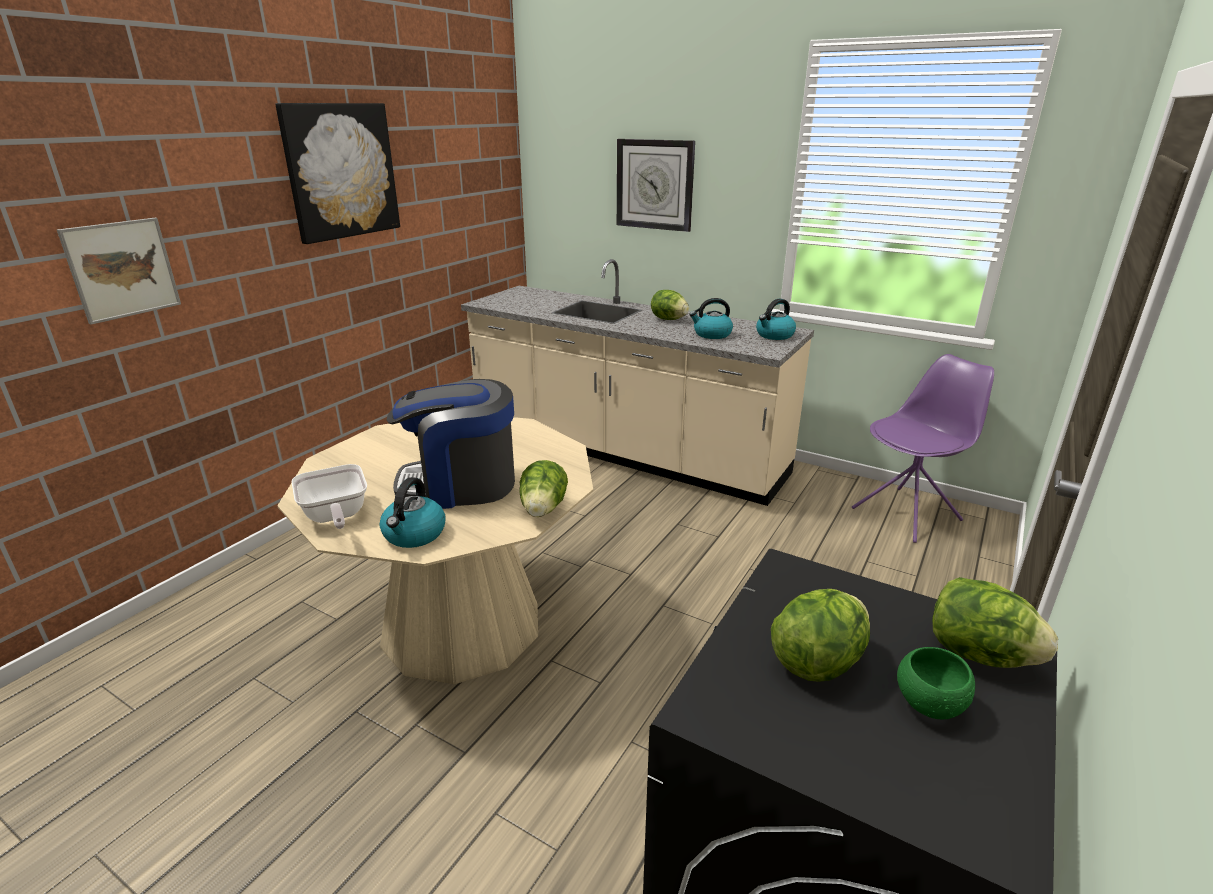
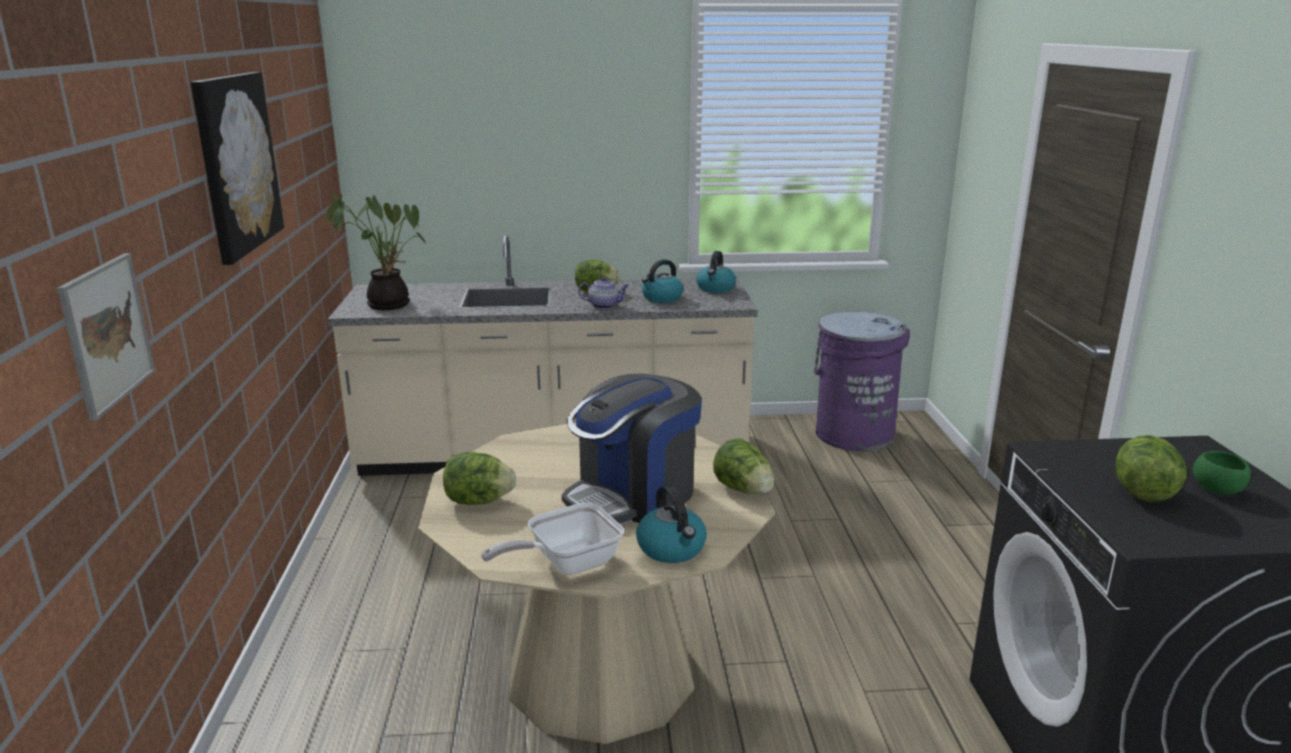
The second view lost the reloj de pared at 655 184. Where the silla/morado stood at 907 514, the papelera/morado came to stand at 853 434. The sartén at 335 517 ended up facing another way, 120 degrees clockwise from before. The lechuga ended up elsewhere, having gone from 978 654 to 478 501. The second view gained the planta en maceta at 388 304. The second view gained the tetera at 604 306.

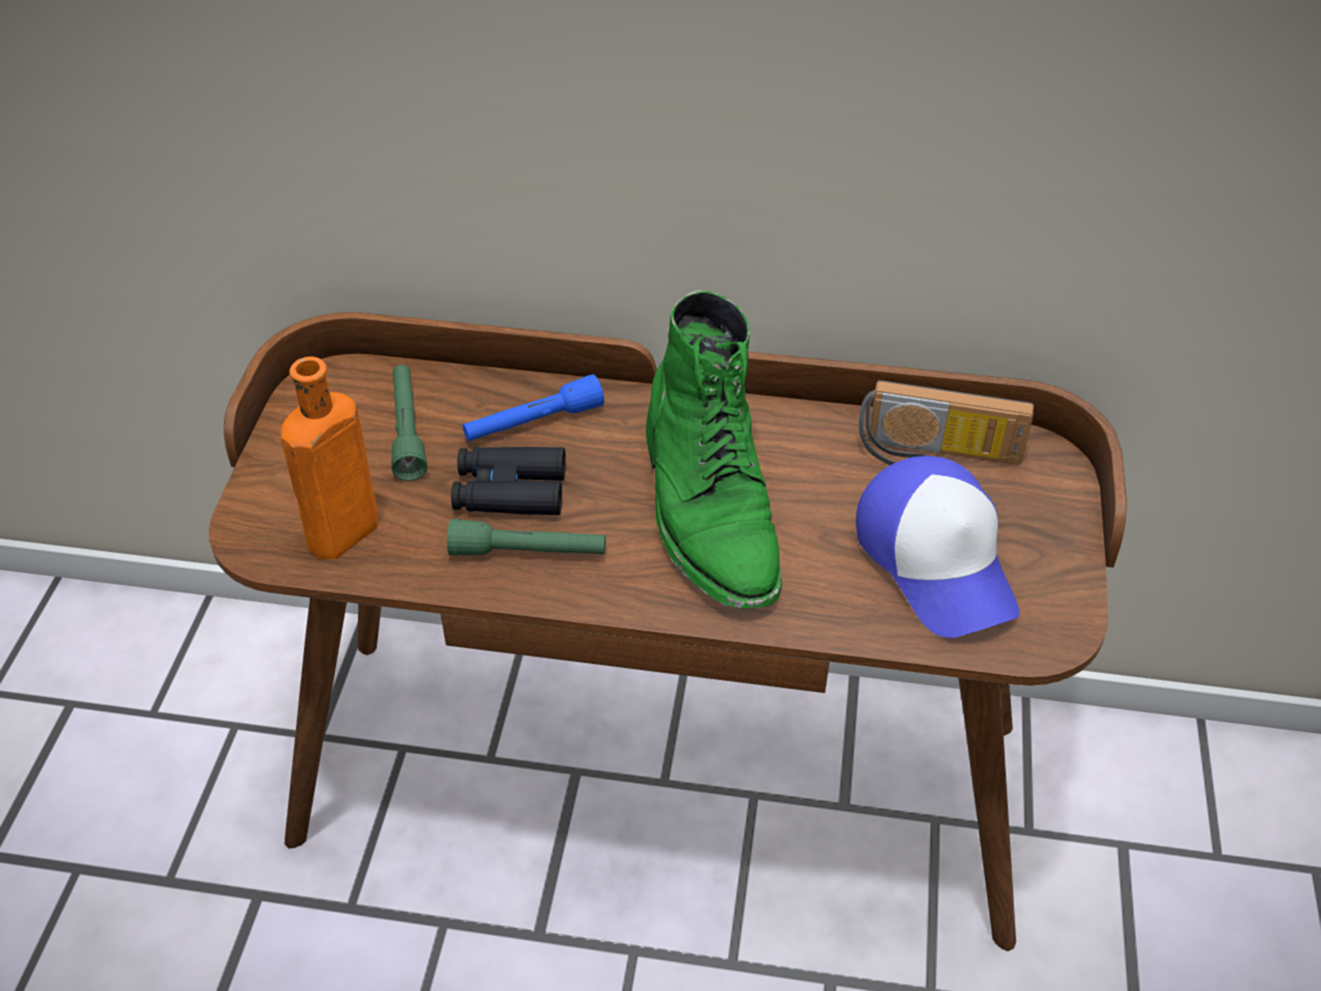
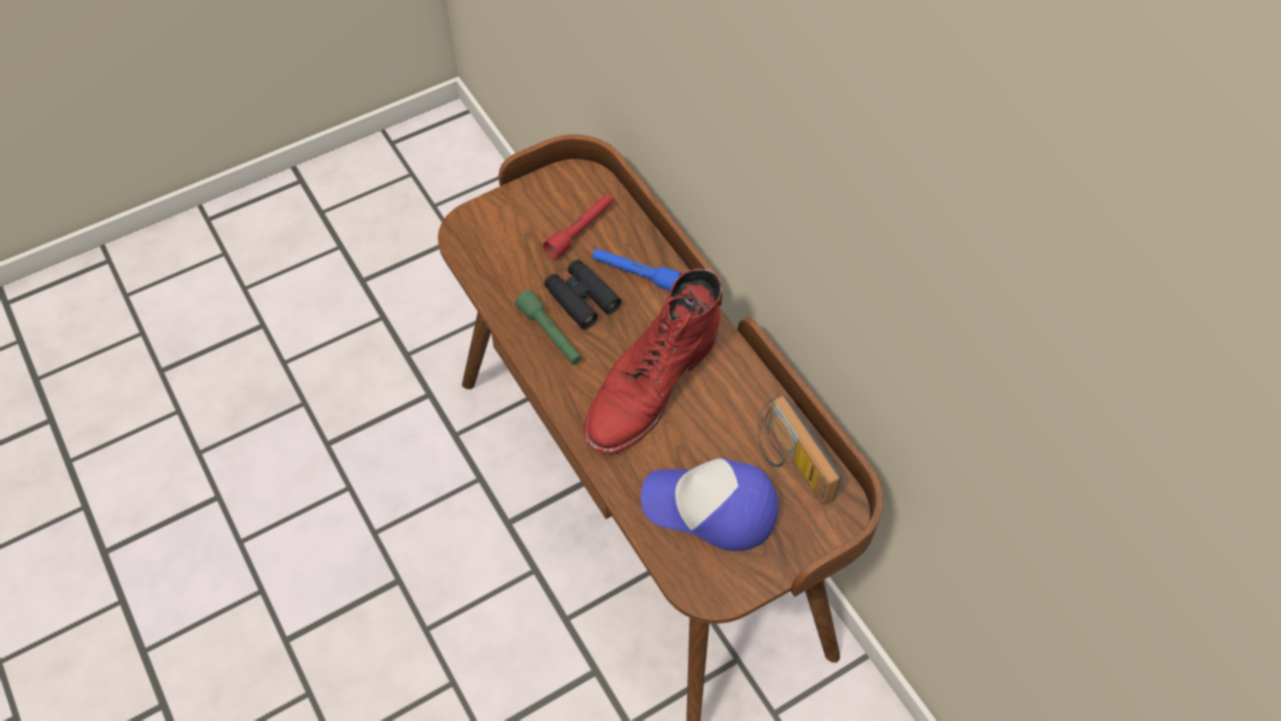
What was the bota/verde at 709 507 turned into the bota/rojo at 650 386. The second view lost the botella/naranja at 339 536. What was the linterna/verde at 407 430 turned into the linterna/rojo at 580 230. The gorra at 937 560 ended up facing another way, 75 degrees clockwise from before.

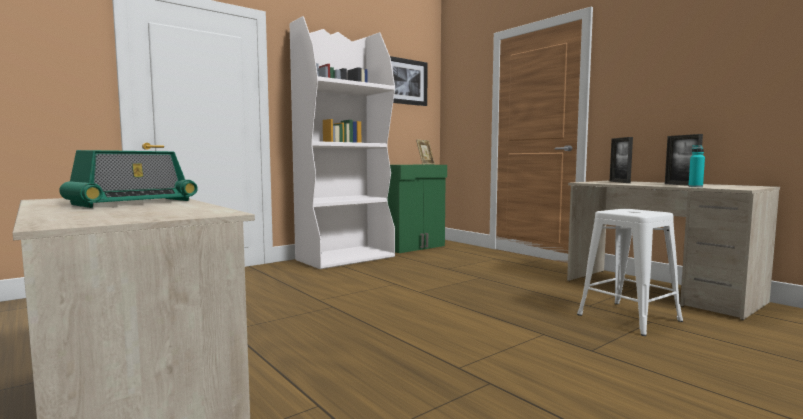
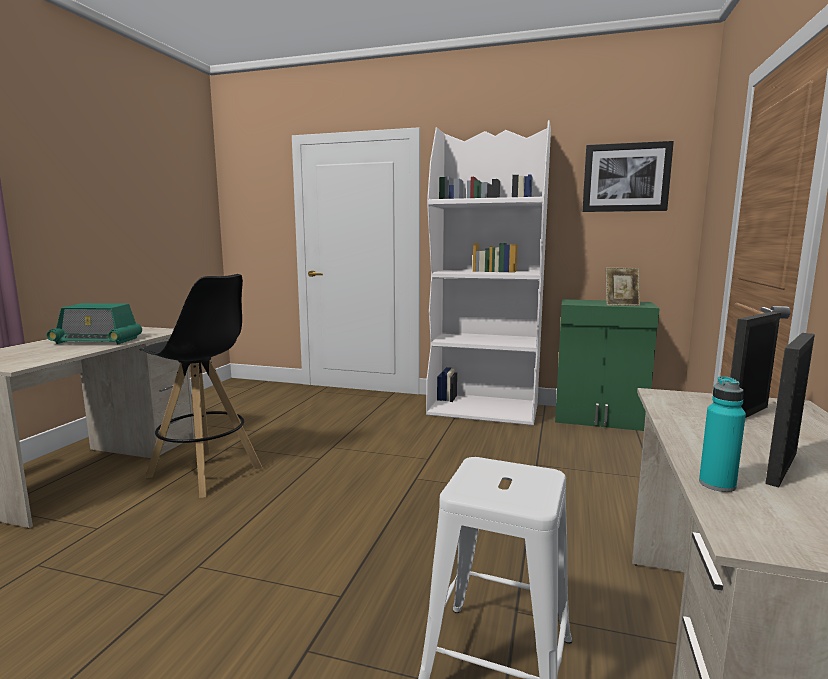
The second view gained the taburete/negro at 206 472.

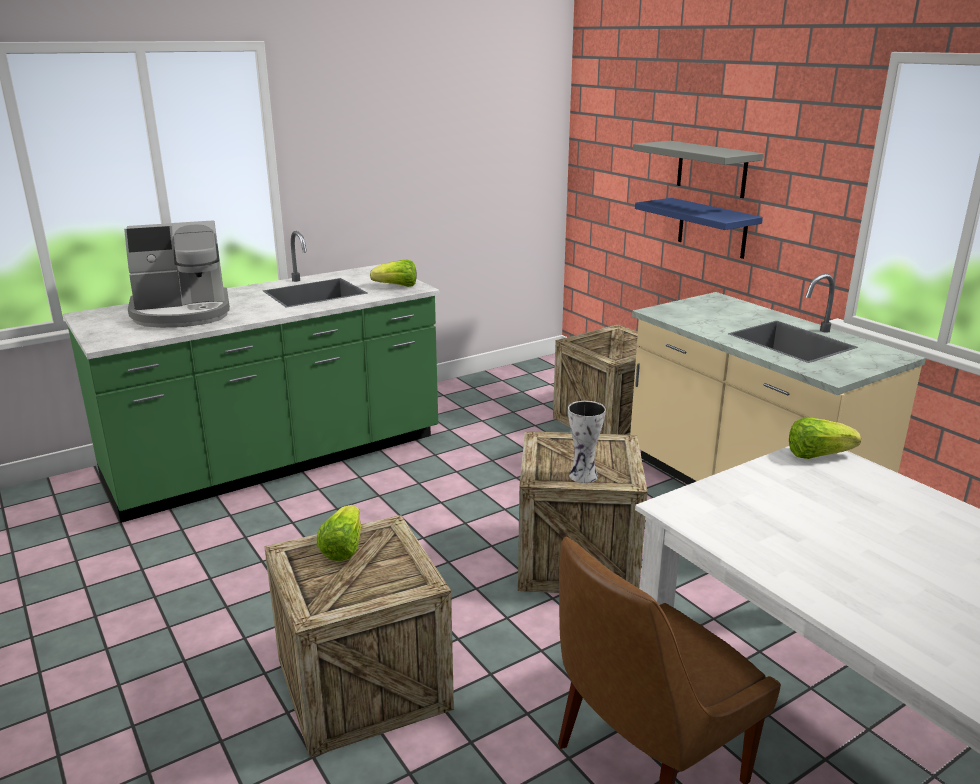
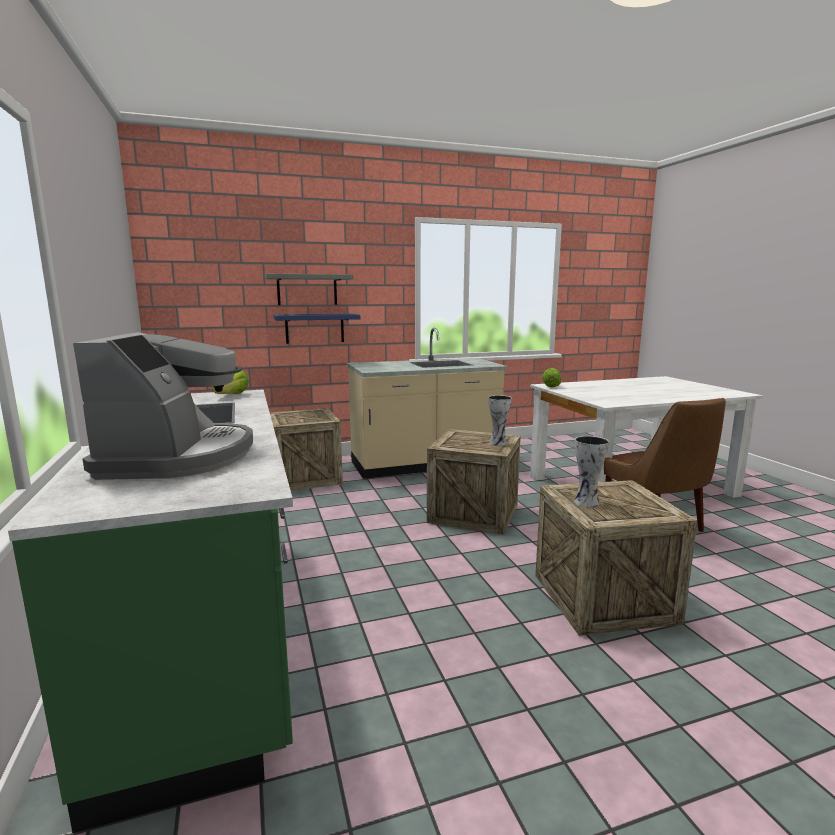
Where the lechuga stood at 343 547, the florero came to stand at 587 503.

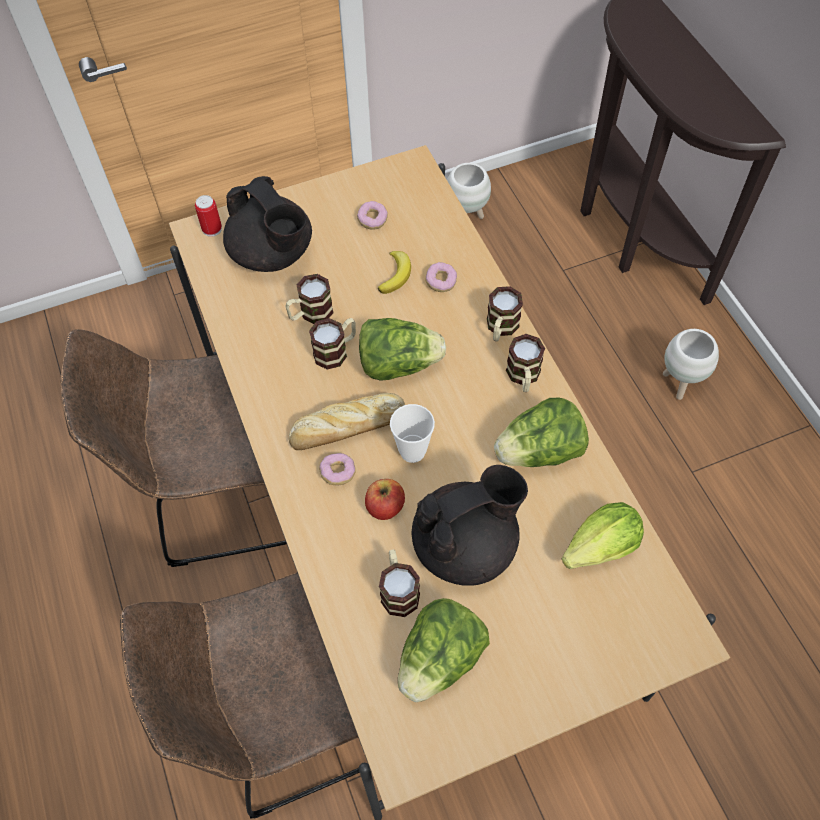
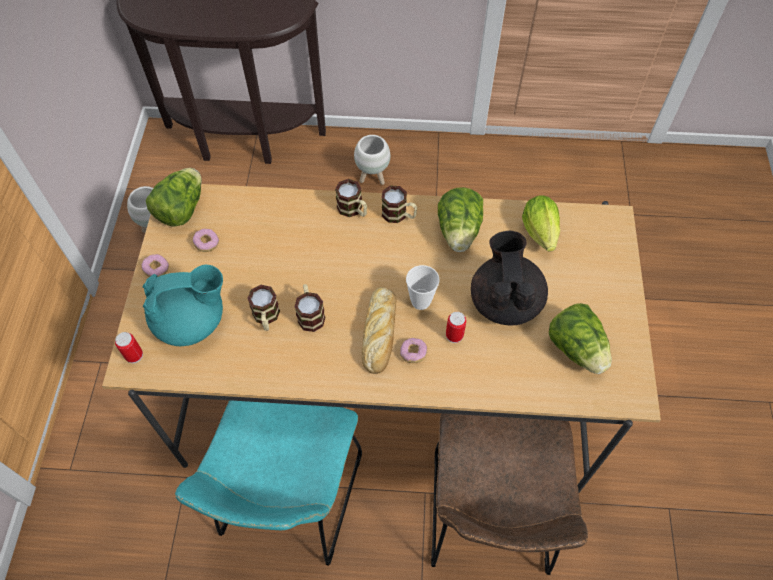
What was the tetera/negro at 273 254 turned into the tetera/turquesa at 192 321. The second view lost the plátano at 396 274. The rosquilla ended up elsewhere, having gone from 441 282 to 156 269. The lechuga ended up elsewhere, having gone from 398 364 to 181 209. What was the silla/marrón at 222 496 turned into the silla/turquesa at 290 502. Where the manzana stood at 385 506, the lata came to stand at 454 335. The second view lost the taza grande at 398 589.

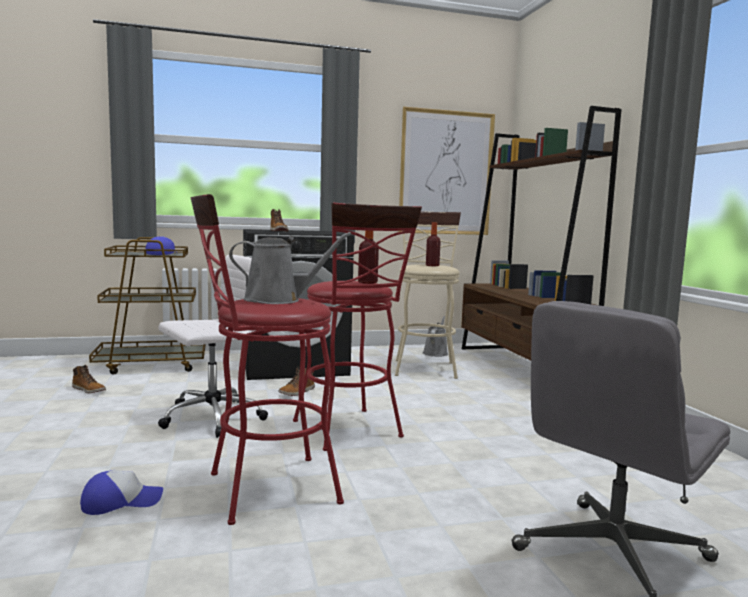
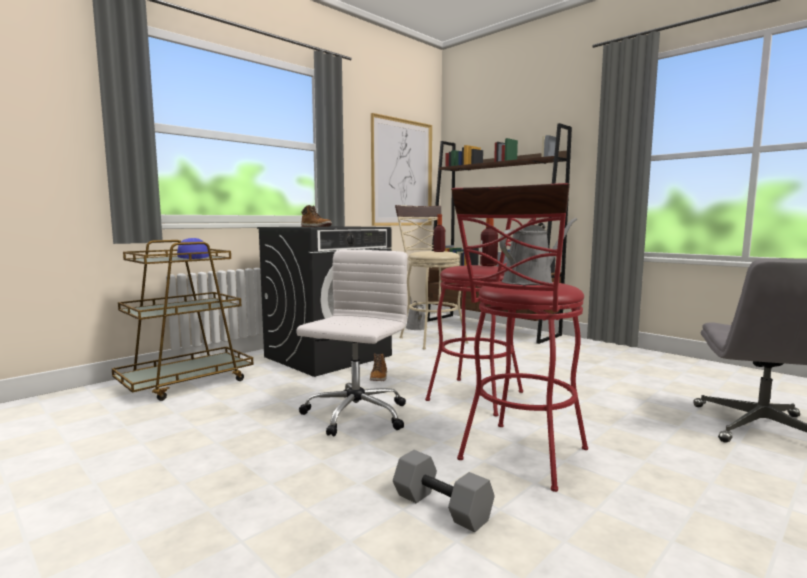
The second view lost the bota at 89 390. Where the gorra stood at 121 502, the mancuerna/gris came to stand at 440 508.

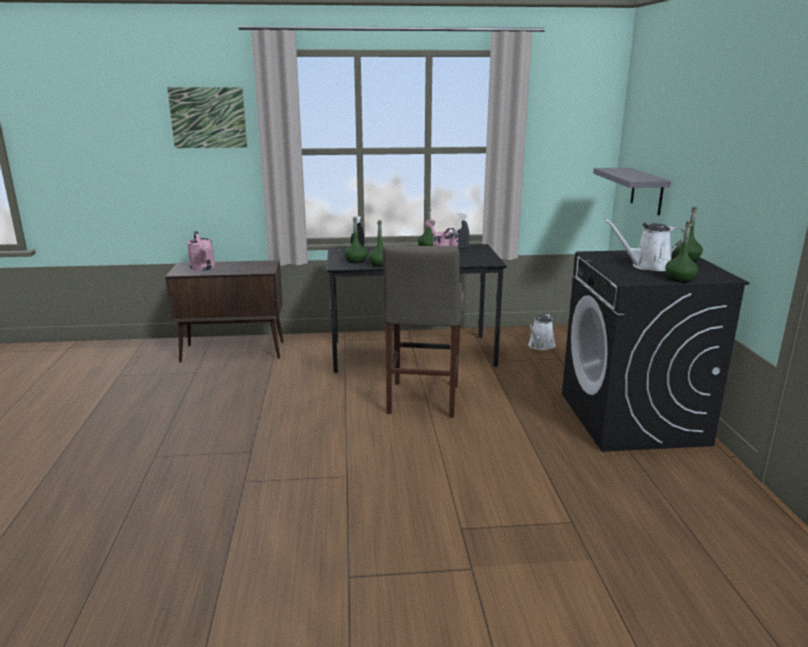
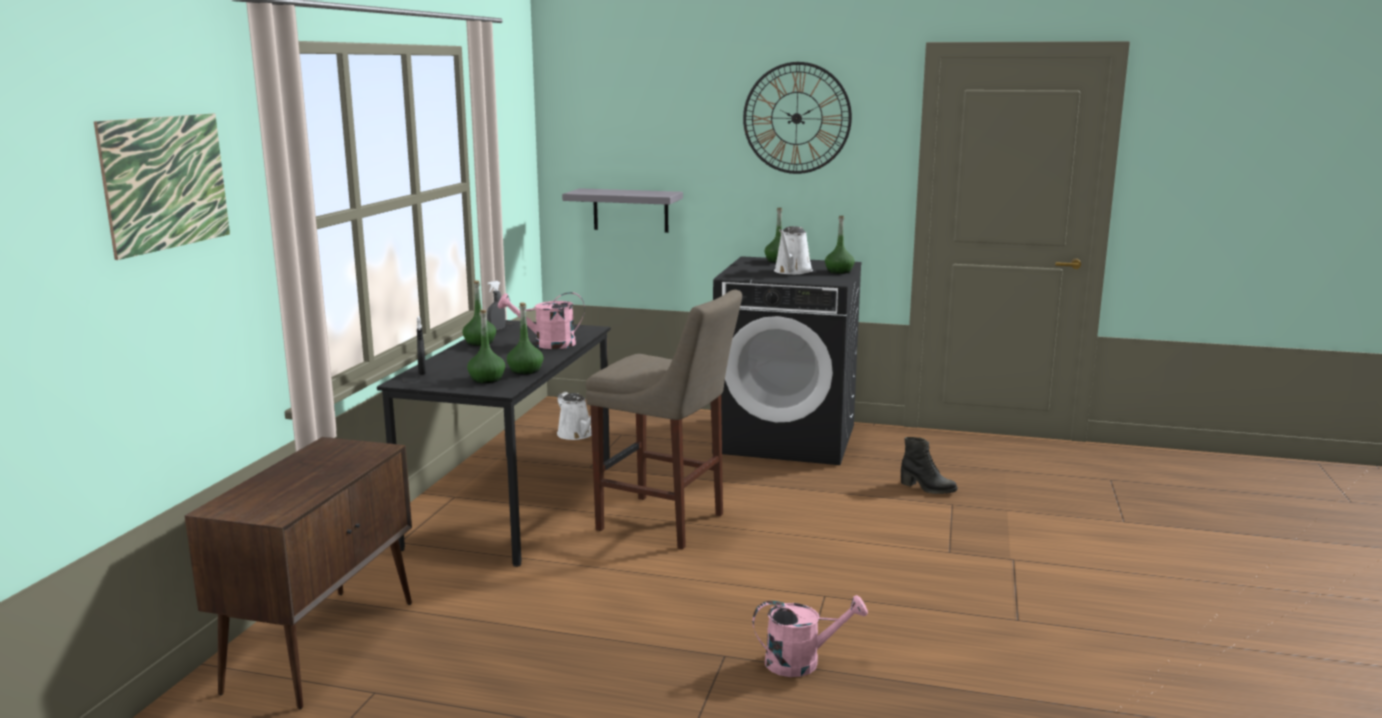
The regadera/rosa ended up elsewhere, having gone from 203 268 to 802 662. The second view gained the reloj de pared at 796 118. The second view gained the bota/negro at 927 488.

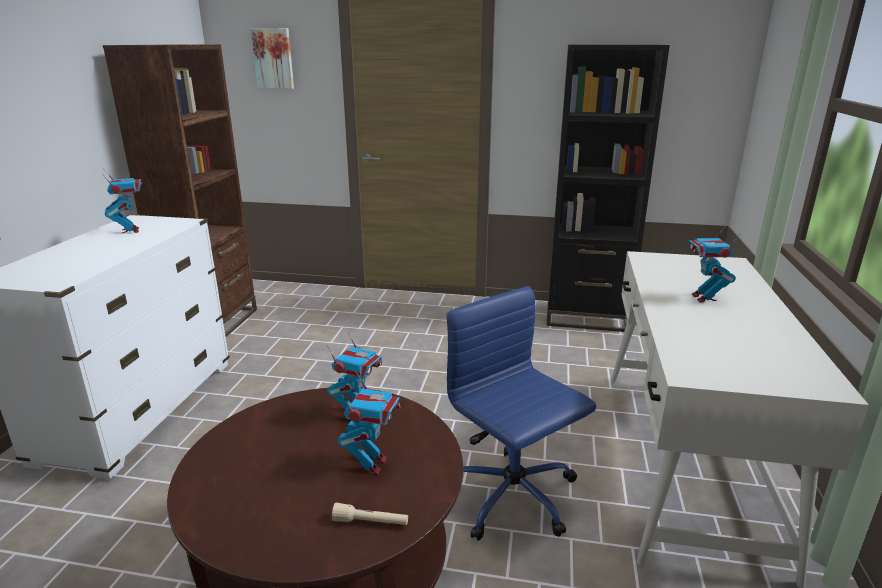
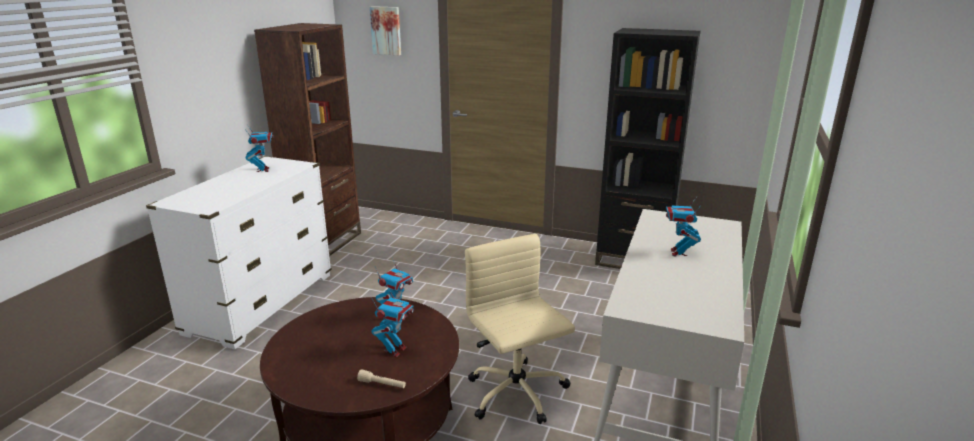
What was the silla de oficina/azul at 514 498 turned into the silla de oficina/beis at 517 394.

